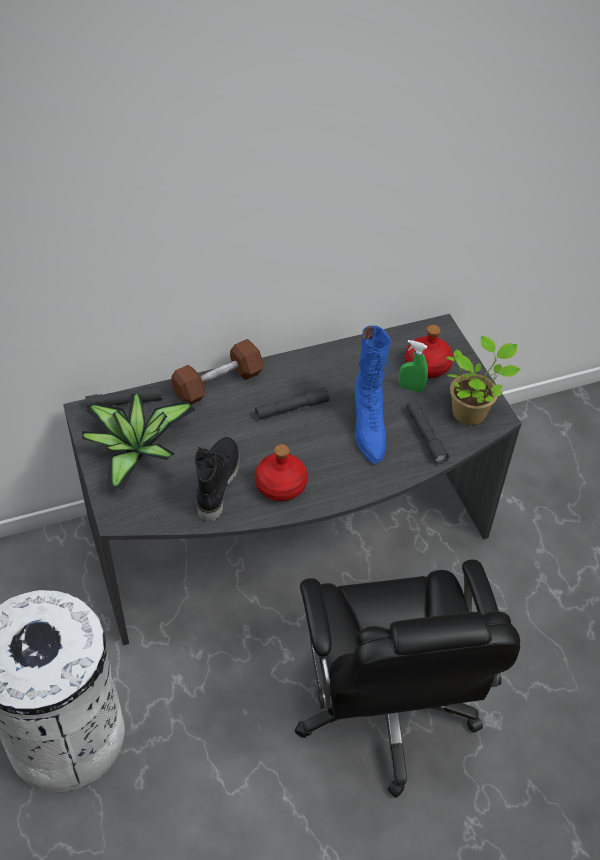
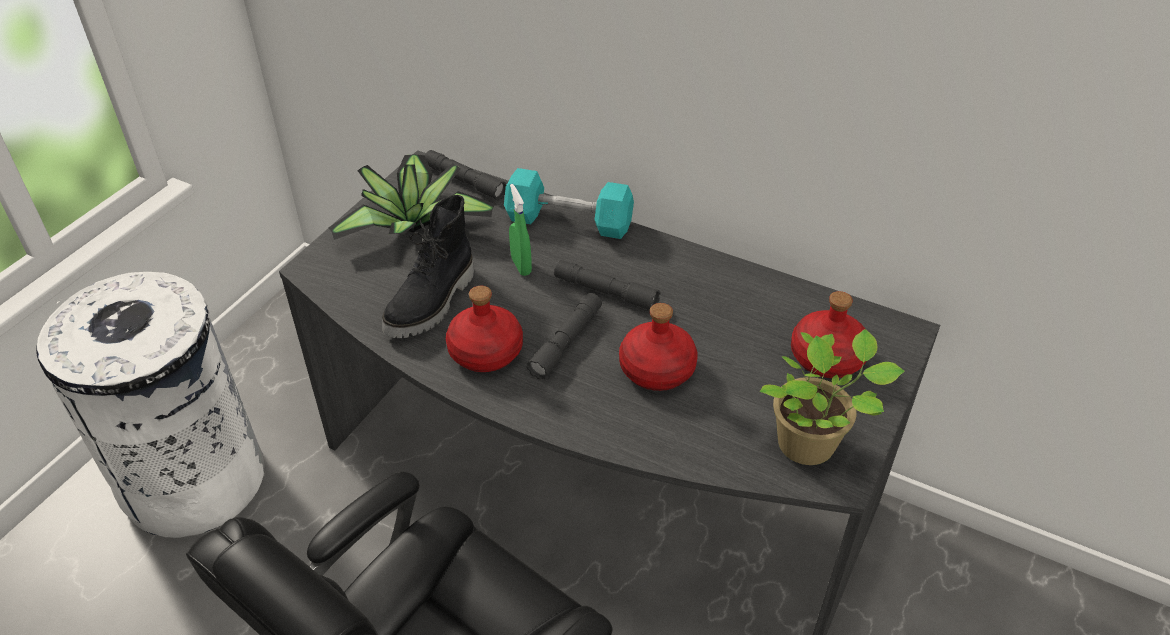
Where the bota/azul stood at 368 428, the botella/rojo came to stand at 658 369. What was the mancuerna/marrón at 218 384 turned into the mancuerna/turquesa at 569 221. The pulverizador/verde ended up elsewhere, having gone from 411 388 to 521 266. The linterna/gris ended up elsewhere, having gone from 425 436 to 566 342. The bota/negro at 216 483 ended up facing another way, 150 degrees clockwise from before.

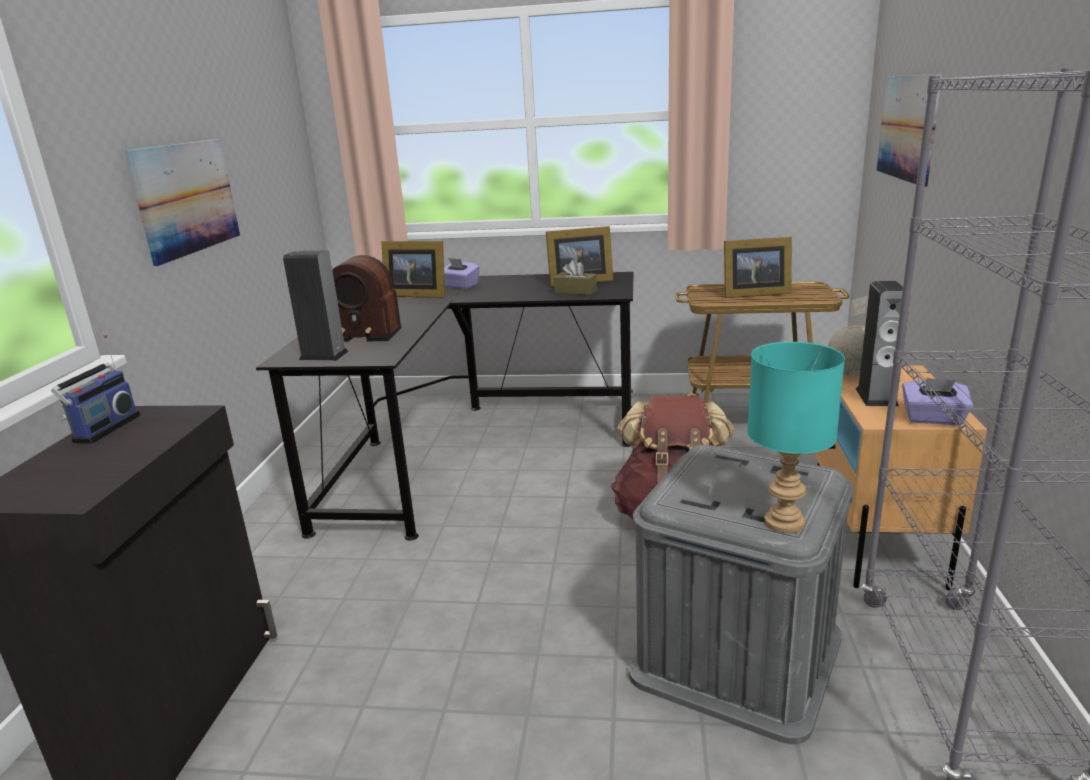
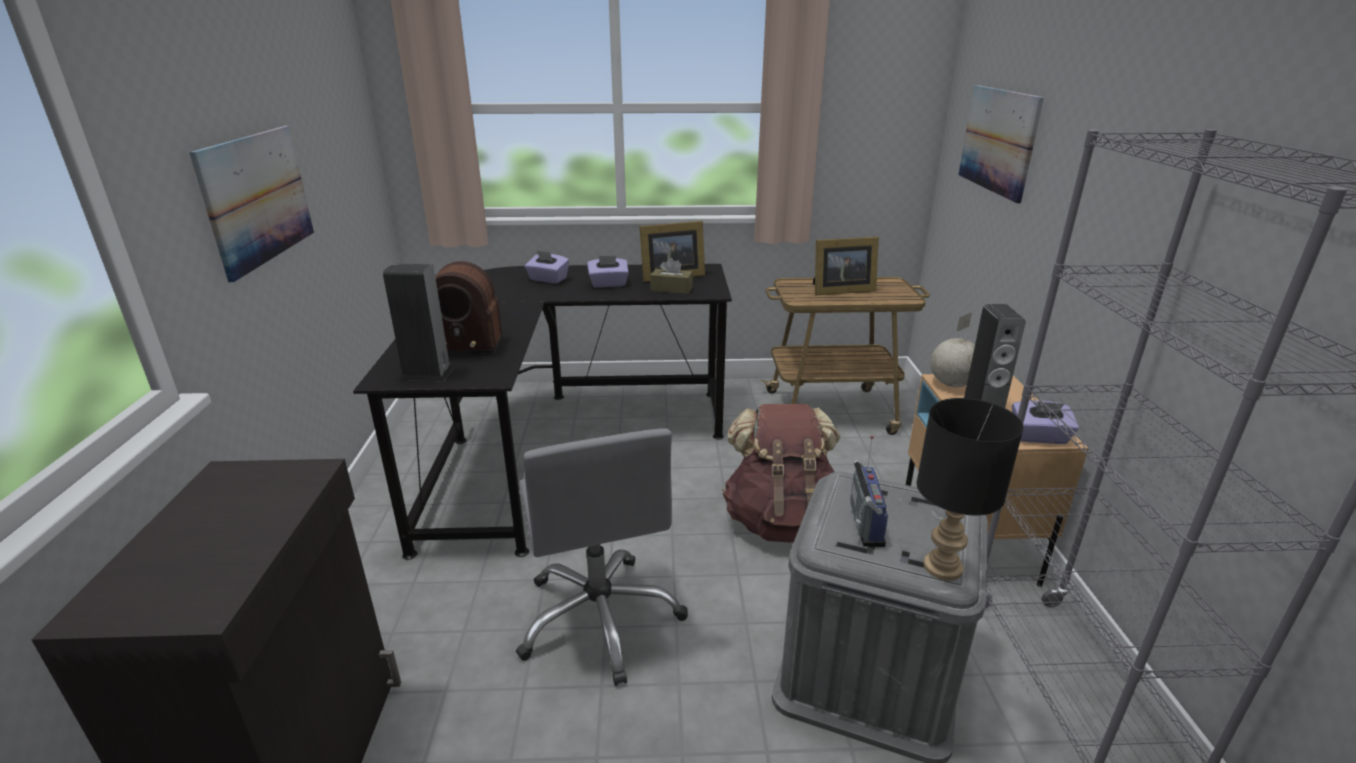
The second view lost the portarretratos at 415 295. The radio ended up elsewhere, having gone from 104 428 to 863 525. What was the lámpara de mesa/turquesa at 786 522 turned into the lámpara de mesa/negro at 944 567. The second view gained the caja de pañuelos/morado at 608 284. The second view gained the silla de oficina/gris at 600 617.

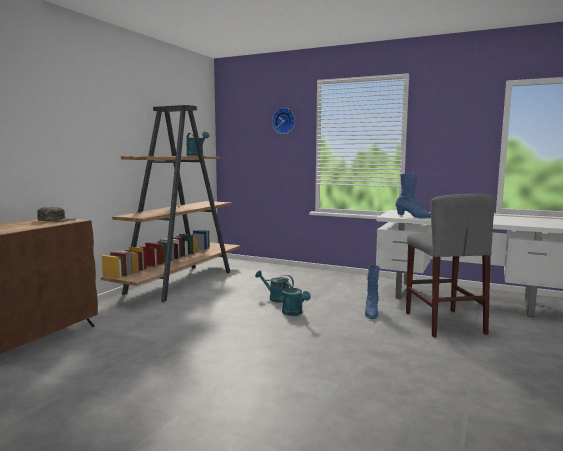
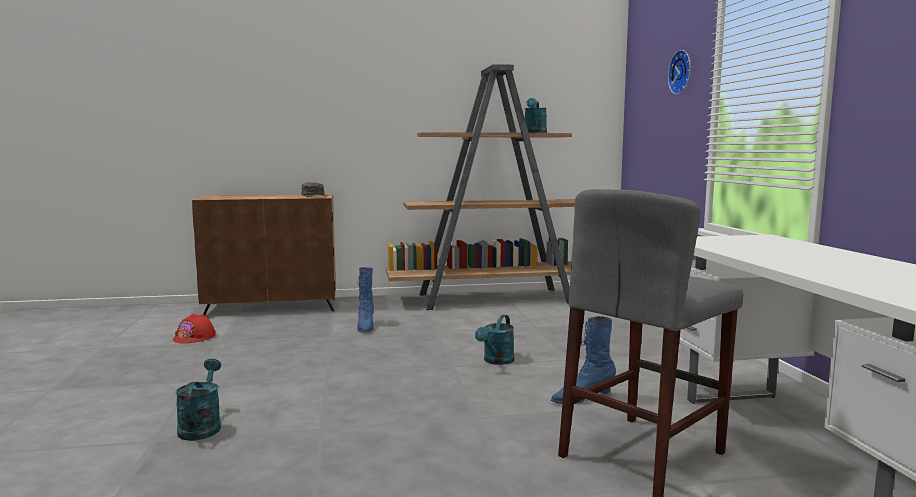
The bota/azul ended up elsewhere, having gone from 414 217 to 365 327. The regadera/turquesa ended up elsewhere, having gone from 275 298 to 201 426. The second view gained the casco/rojo at 195 337.

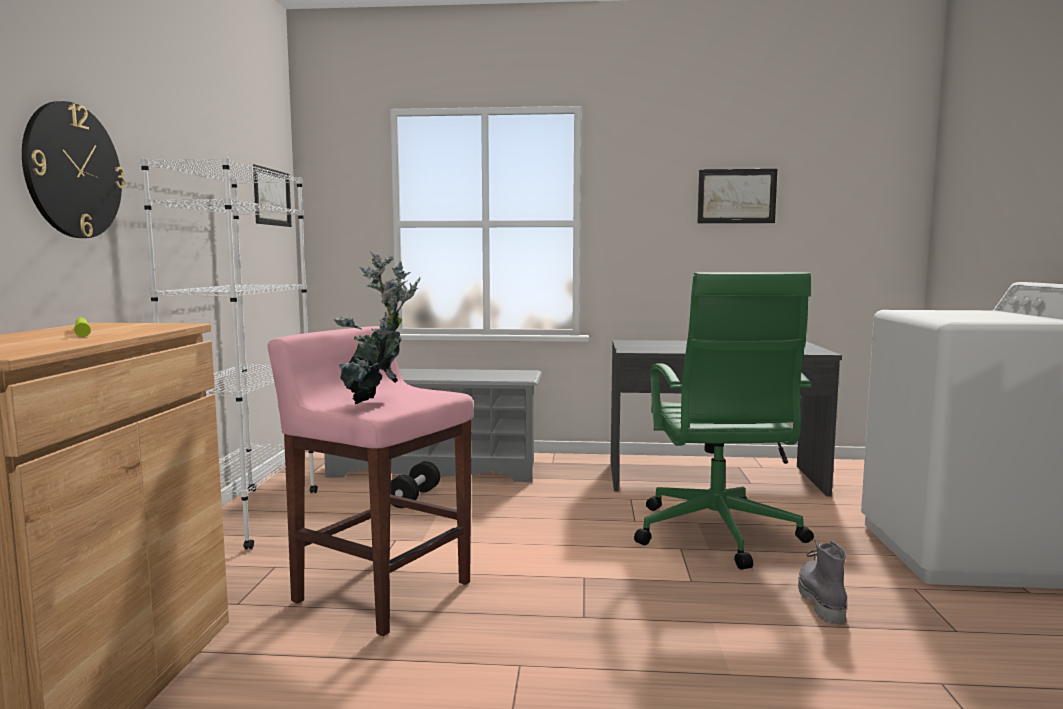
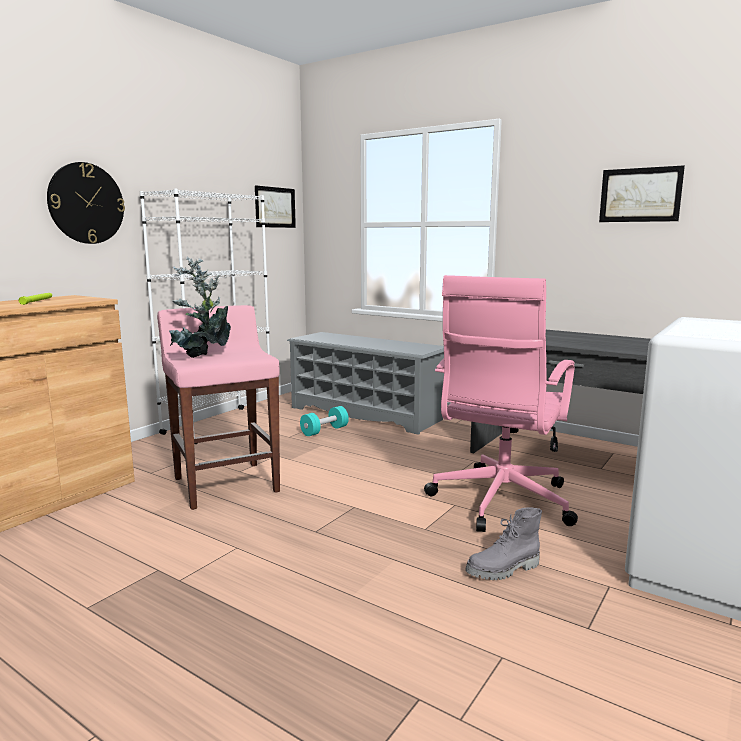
What was the silla de oficina/verde at 717 535 turned into the silla de oficina/rosa at 500 502. What was the mancuerna/negro at 414 498 turned into the mancuerna/turquesa at 324 431. The bota/gris at 819 600 ended up facing another way, 150 degrees counterclockwise from before.

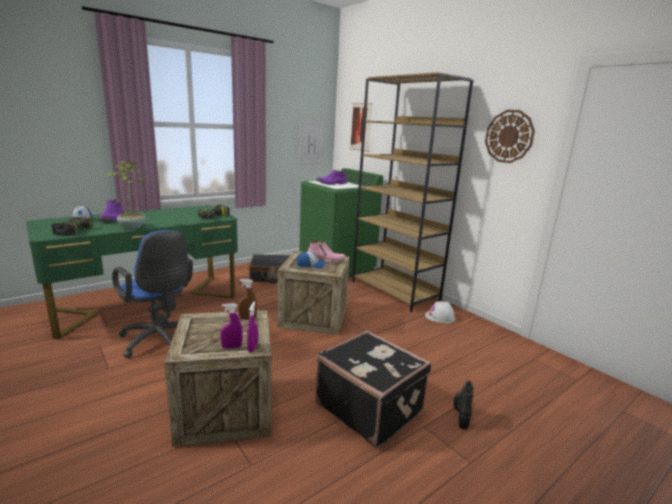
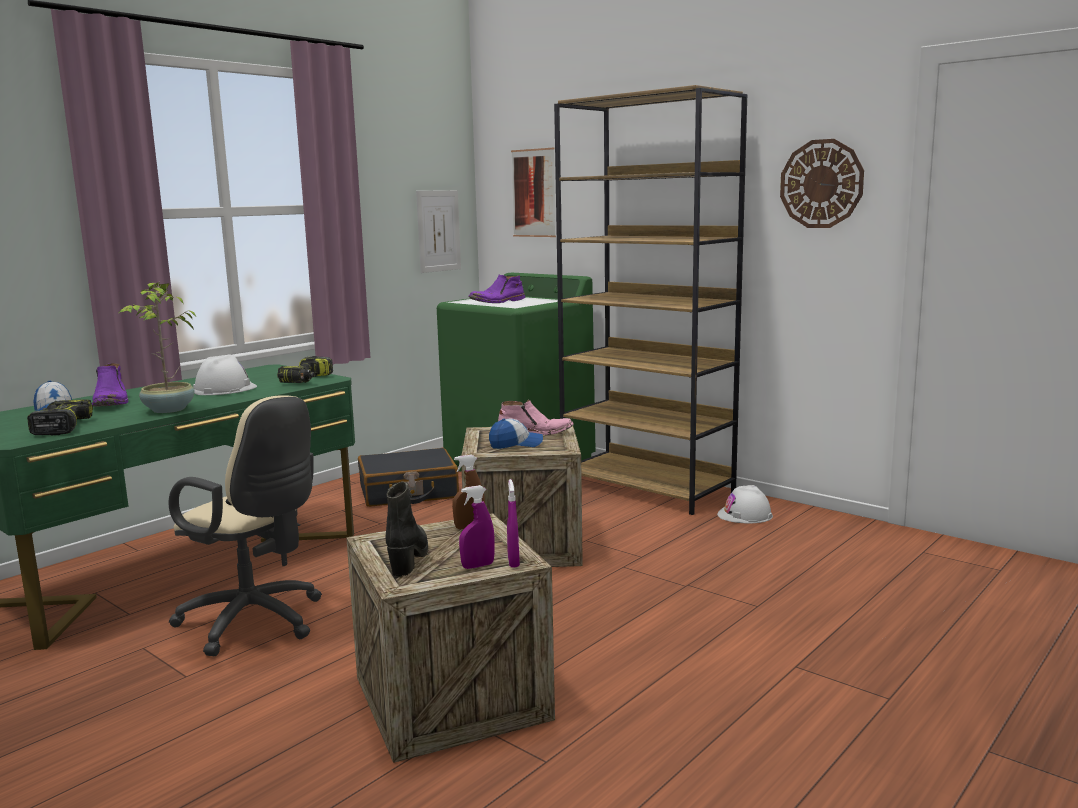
What was the silla de oficina/azul at 159 341 turned into the silla de oficina/beis at 257 623. The second view lost the maleta/negro at 369 407. The bota/negro ended up elsewhere, having gone from 462 413 to 408 558. The second view gained the casco/blanco at 225 389.

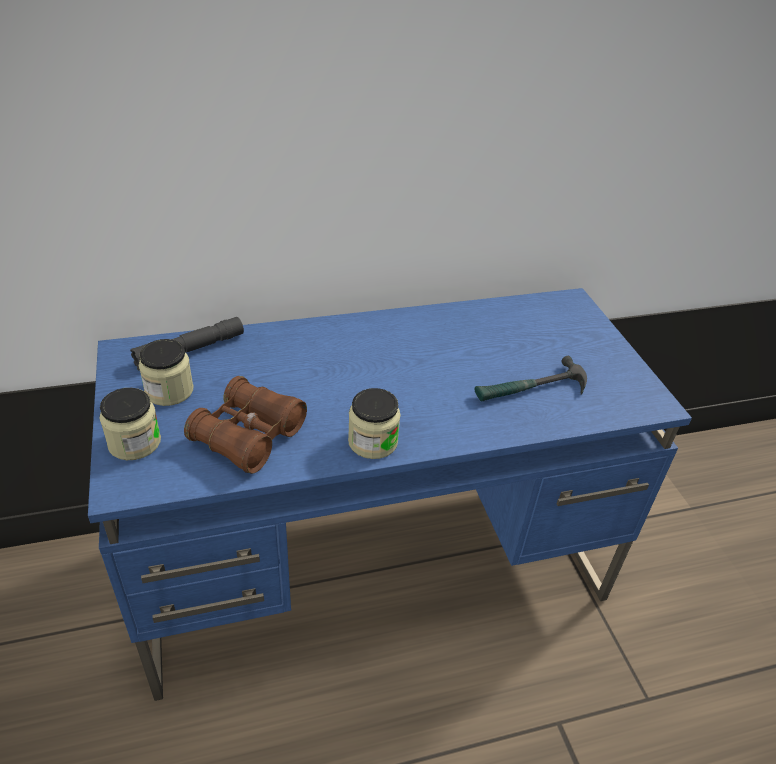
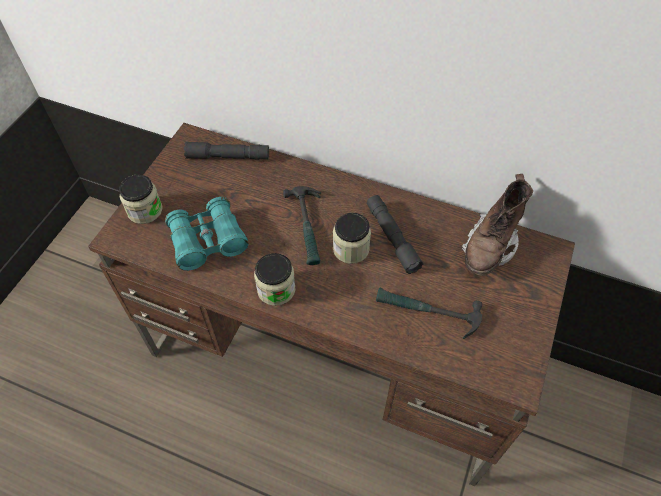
What was the escritorio/azul at 375 565 turned into the escritorio/marrón at 333 354. The tarro ended up elsewhere, having gone from 169 391 to 351 249. What was the prismáticos/marrón at 248 436 turned into the prismáticos/turquesa at 208 241. The second view gained the bota/marrón at 489 247. The second view gained the martillo at 308 227. The second view gained the linterna/gris at 392 238.

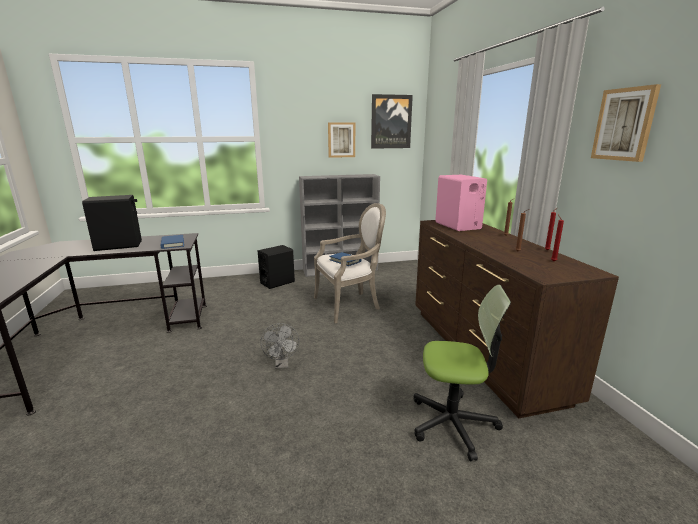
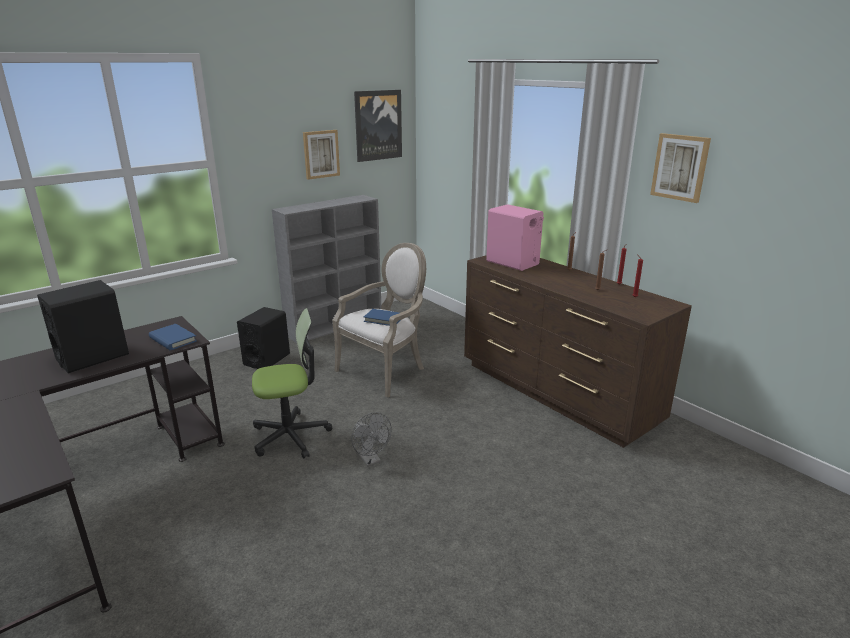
The silla de oficina ended up elsewhere, having gone from 453 423 to 290 436.

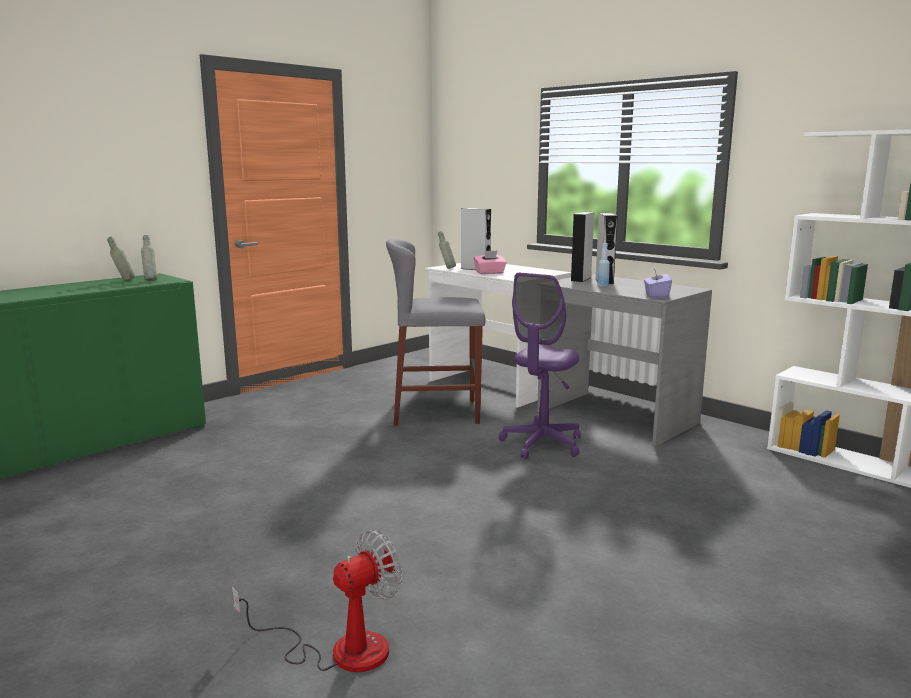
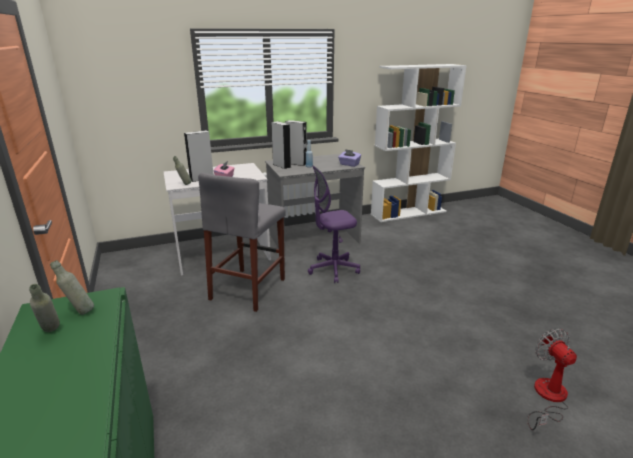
The silla de oficina/morado at 542 444 ended up facing another way, 105 degrees clockwise from before.

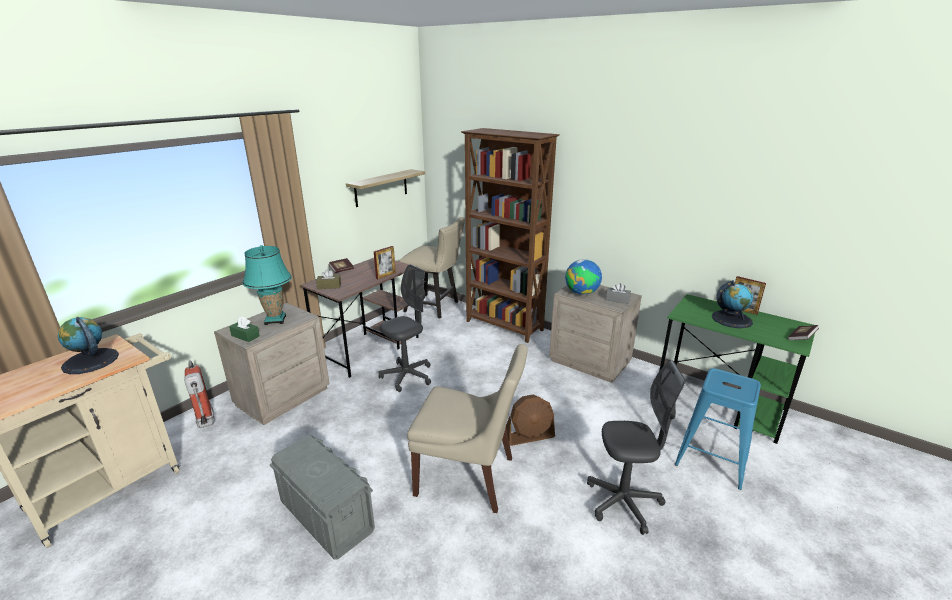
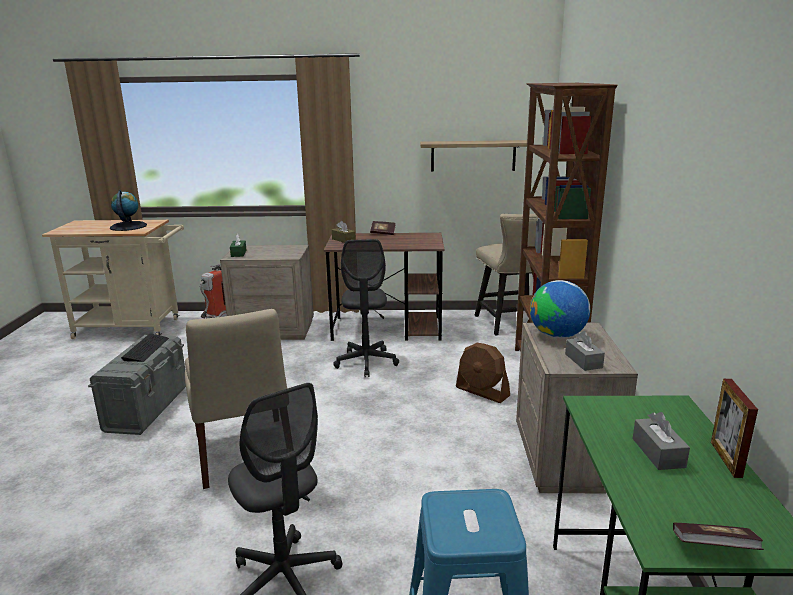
The second view lost the lámpara de mesa/turquesa at 275 320. The second view lost the portarretratos at 386 275. The silla de oficina/gris at 407 376 ended up facing another way, 75 degrees clockwise from before. Where the globo terráqueo stood at 731 319, the caja de pañuelos/gris came to stand at 658 453. The ventilador/marrón ended up elsewhere, having gone from 529 436 to 482 392. The second view gained the teclado at 146 349.

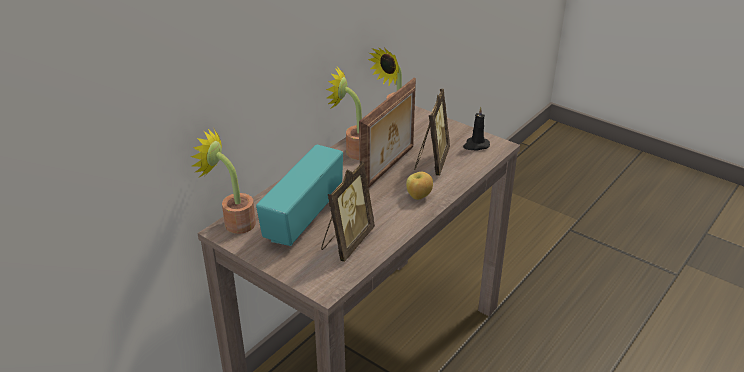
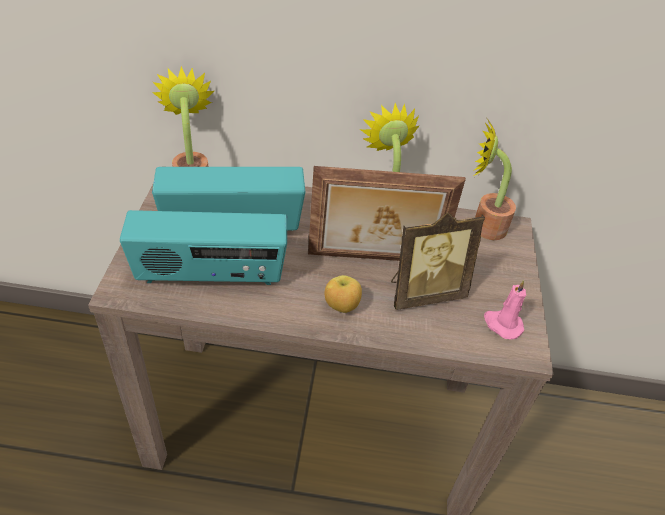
What was the vela/negro at 475 145 turned into the vela/rosa at 502 324. Where the portarretratos stood at 346 242, the radio came to stand at 210 275.

